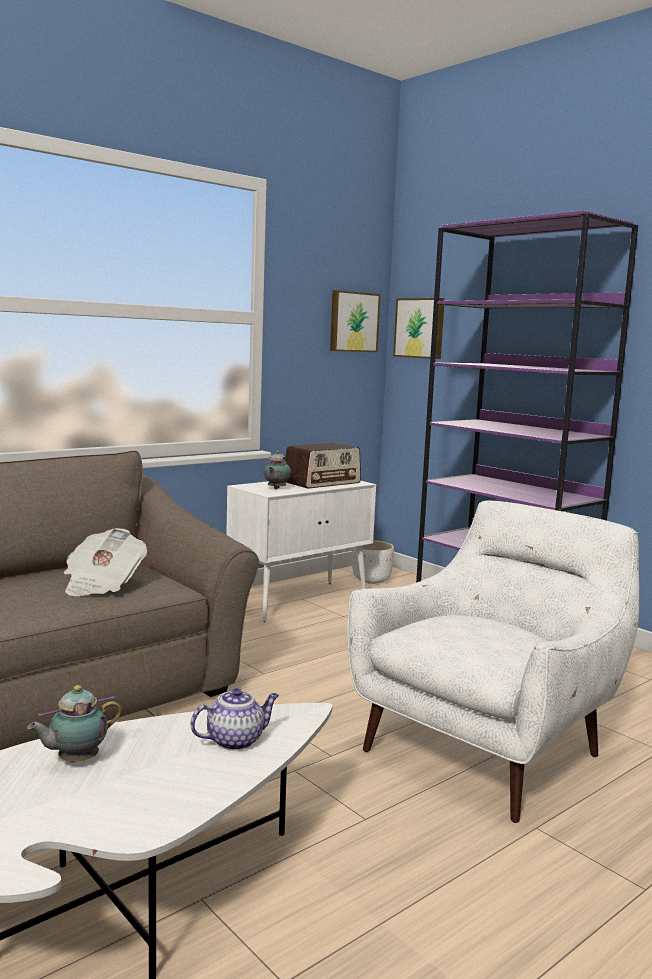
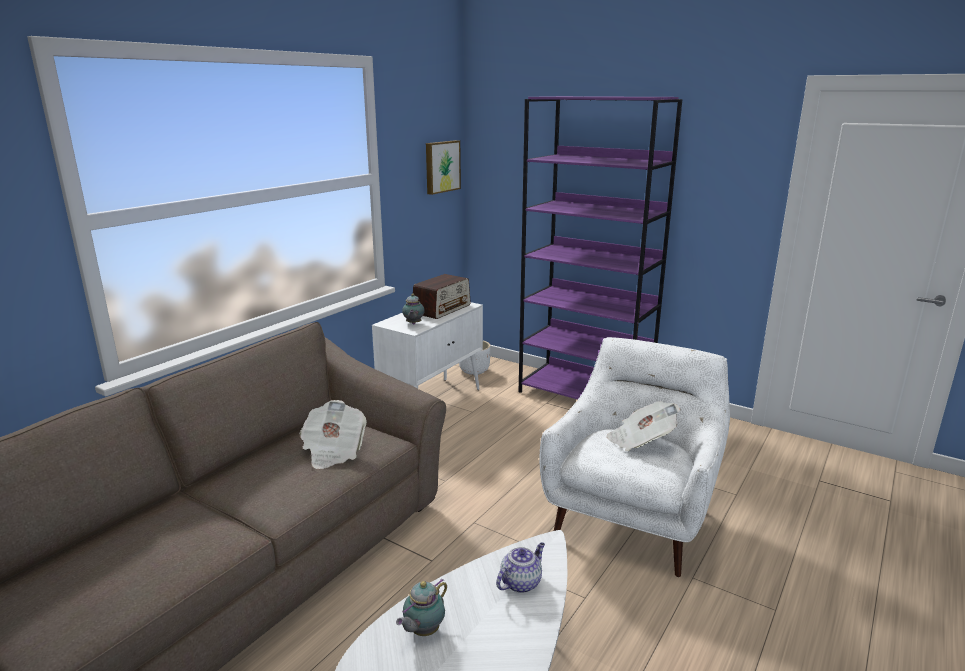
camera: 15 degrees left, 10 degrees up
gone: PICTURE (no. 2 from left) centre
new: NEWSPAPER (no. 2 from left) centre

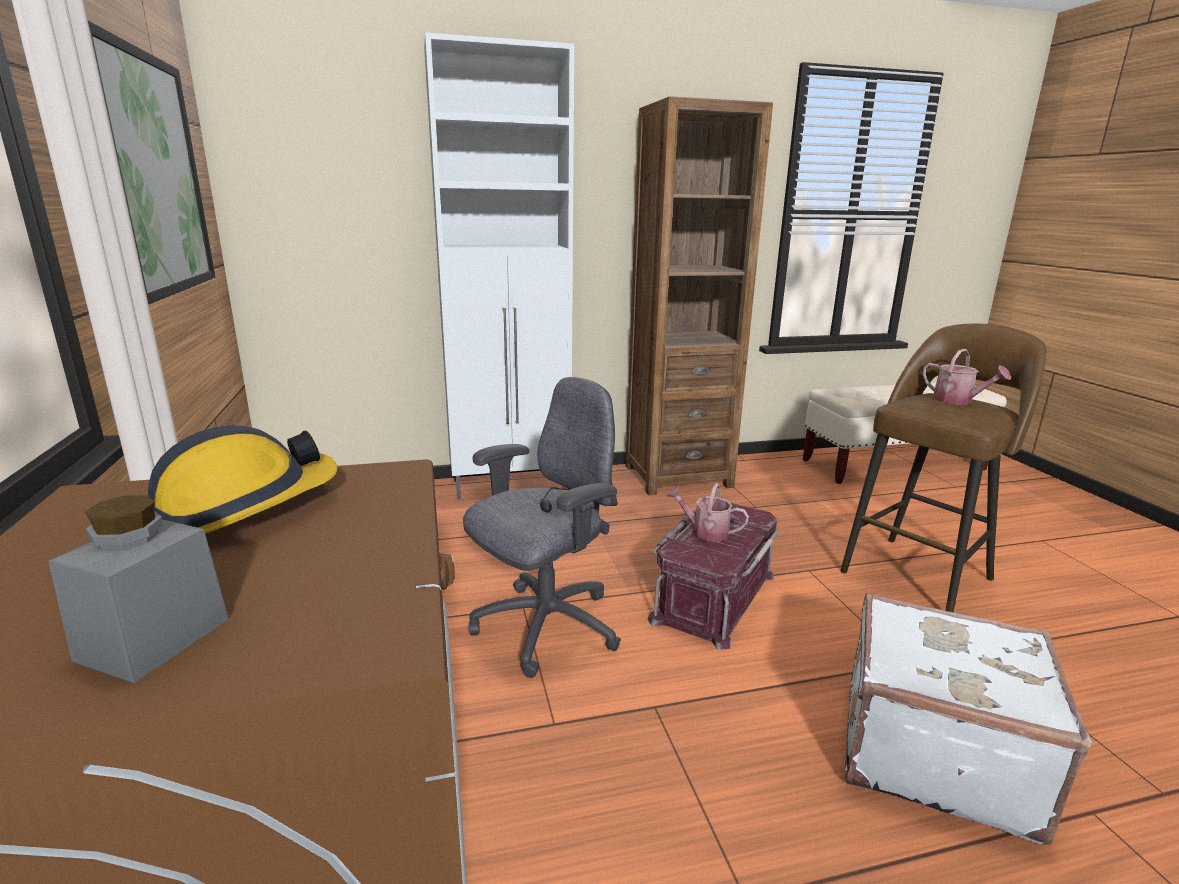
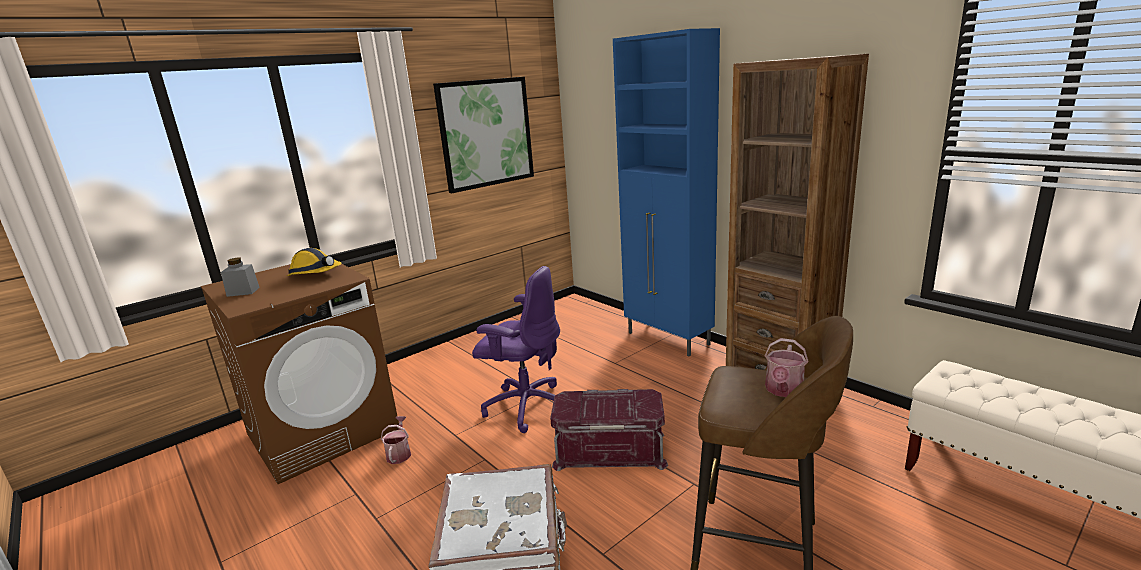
camera: 65 degrees right, 0 degrees up
shifted: WATERING CAN (no. 1 from left) centre to bottom centre
repainted: GREY OFFICE CHAIR centre to PURPLE OFFICE CHAIR centre; WHITE CABINET top centre to BLUE CABINET centre

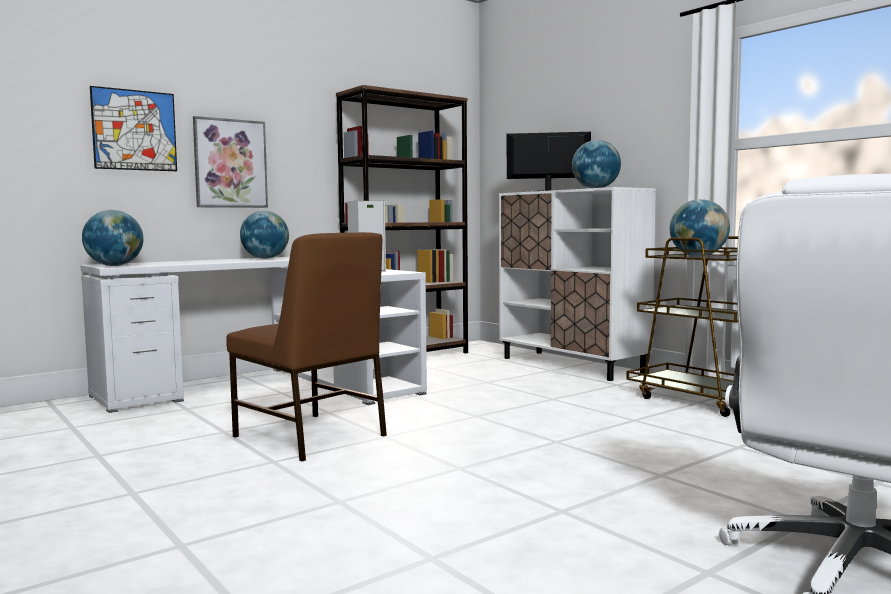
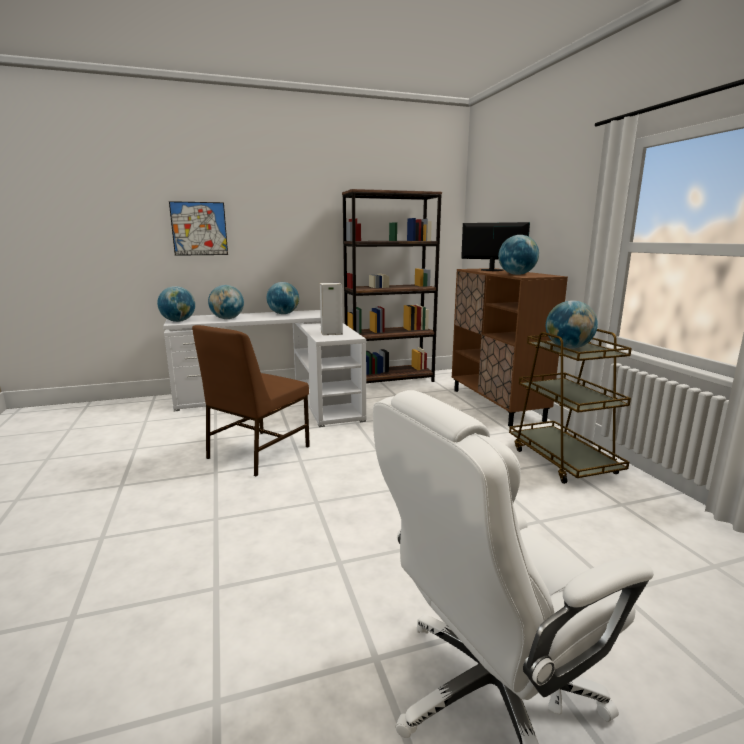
camera: 20 degrees right, 10 degrees up
gone: PICTURE (no. 2 from left) top left
new: GLOBE (no. 2 from left) middle left
repainted: WHITE CABINET centre to BROWN CABINET middle right
rotated: BROWN CHAIR centre = centre 60 degrees clockwise

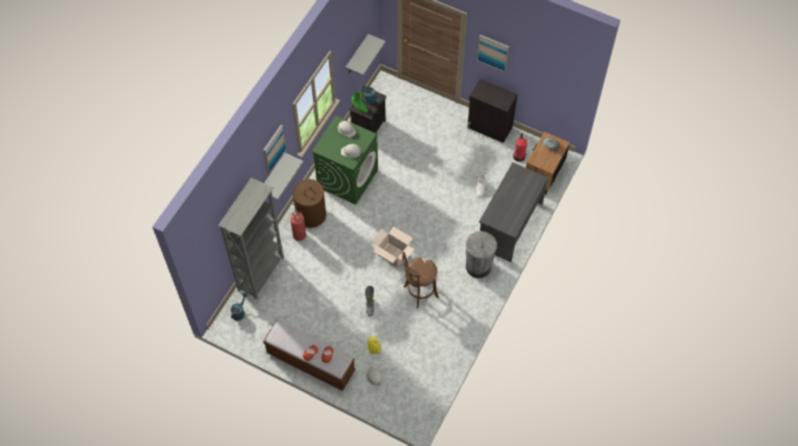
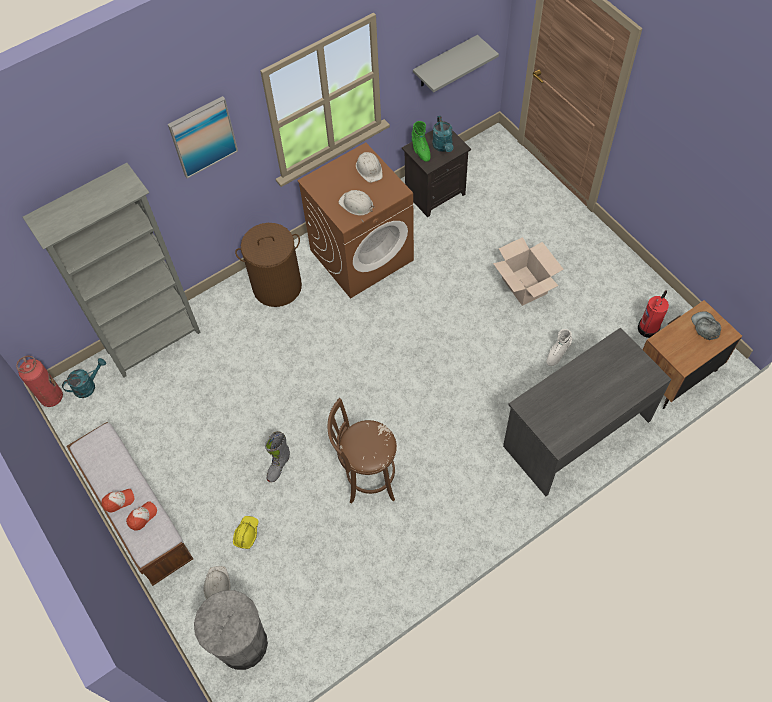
camera: 30 degrees right, 0 degrees up
gone: GREY SHELF (no. 1 from left) centre; BLACK CABINET top centre; PICTURE (no. 2 from left) top centre
shifted: FIRE EXTINGUISHER (no. 1 from left) centre to middle left; GREY TRASH CAN centre to bottom left; CARDBOARD BOX centre to middle right
repainted: GREEN WASHING MACHINE centre to BROWN WASHING MACHINE top centre

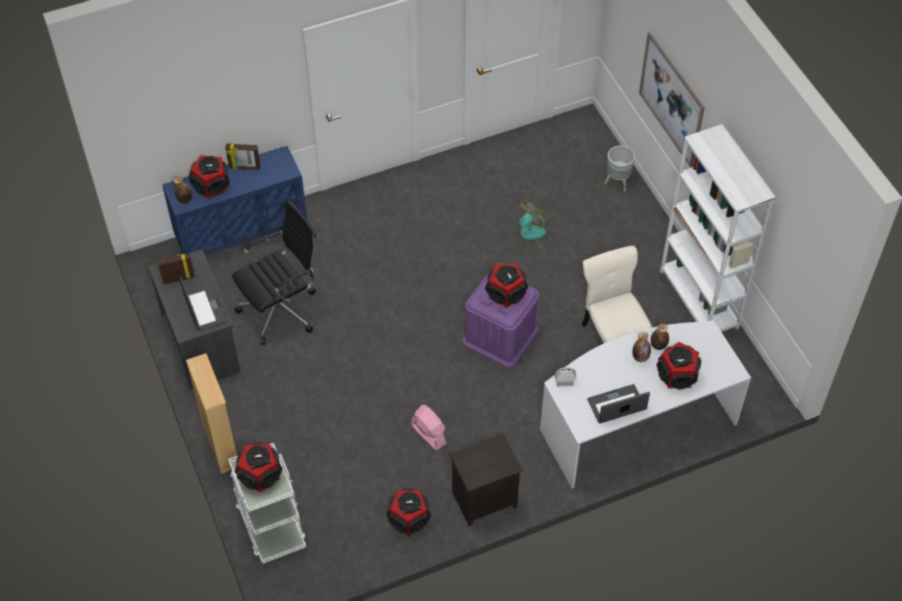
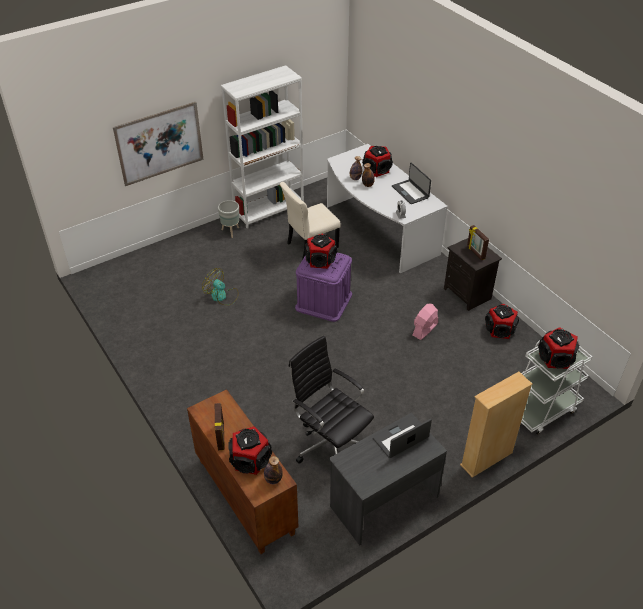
camera: 100 degrees left, 10 degrees down
shifted: GREY PLANTER top right to centre; PICTURE FRAME (no. 1 from left in the first image) middle left to PICTURE FRAME (no. 2 from left) middle right
repainted: BLUE CABINET top left to BROWN CABINET bottom centre

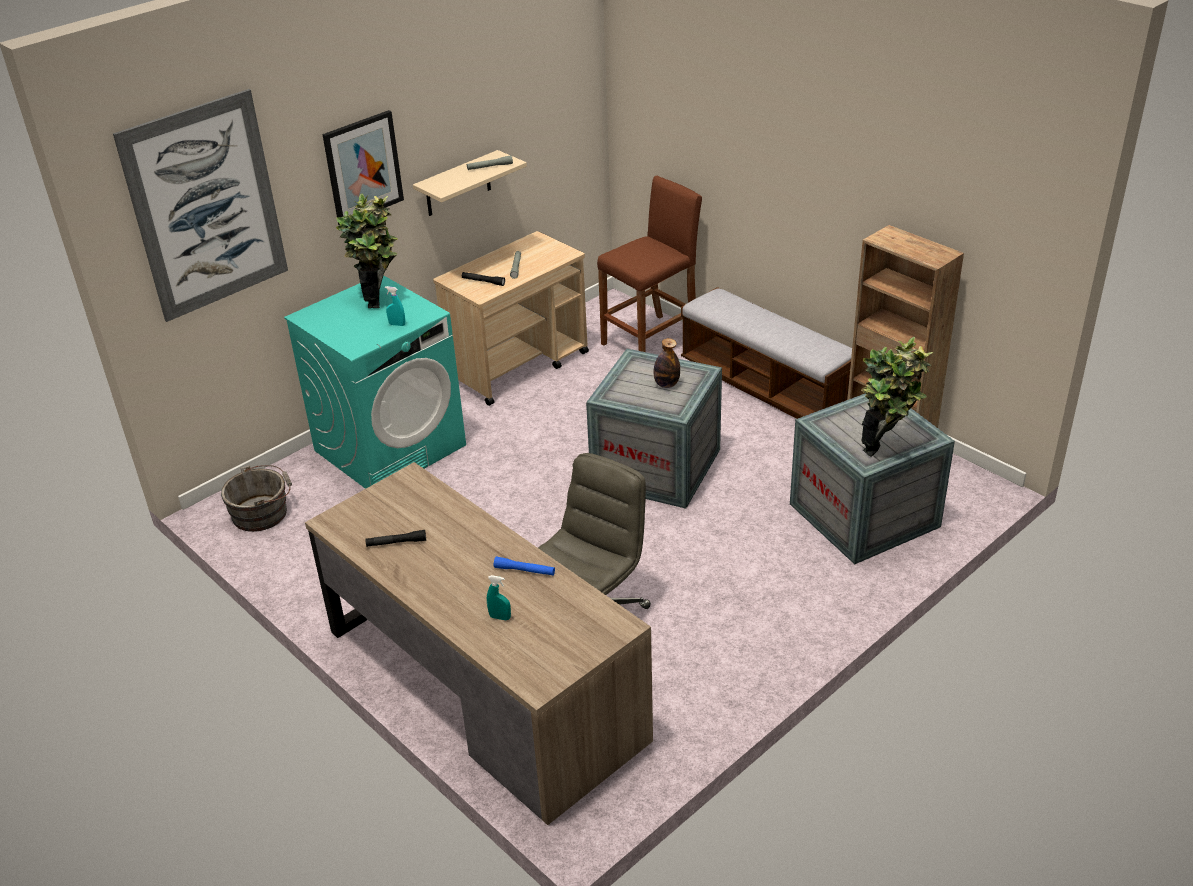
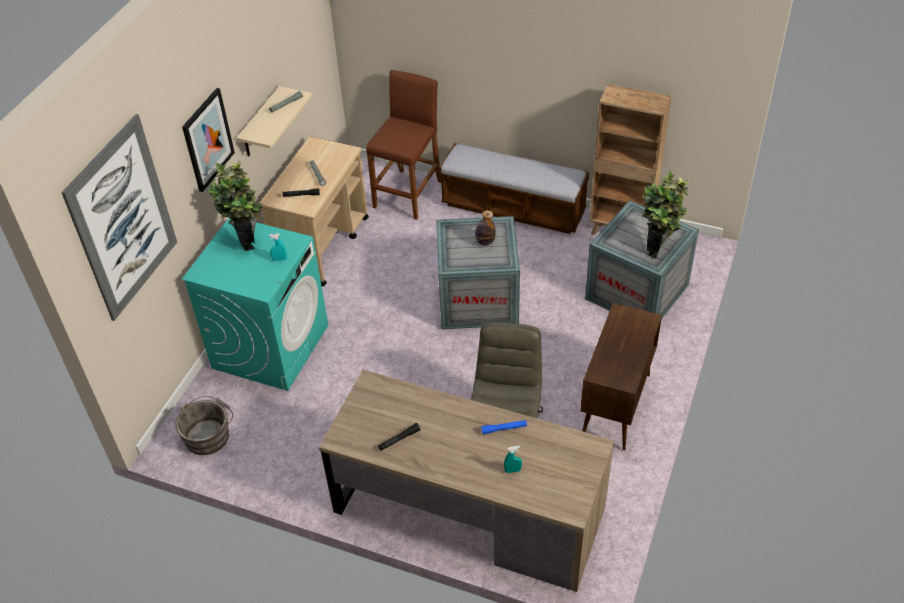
camera: 25 degrees left, 10 degrees up
new: BROWN CABINET middle right

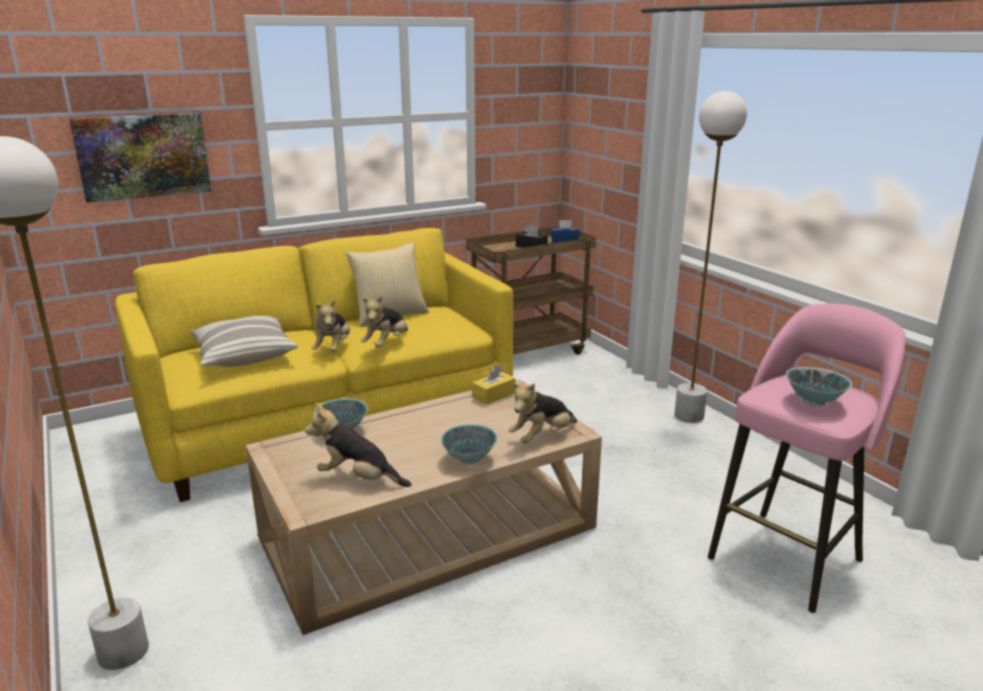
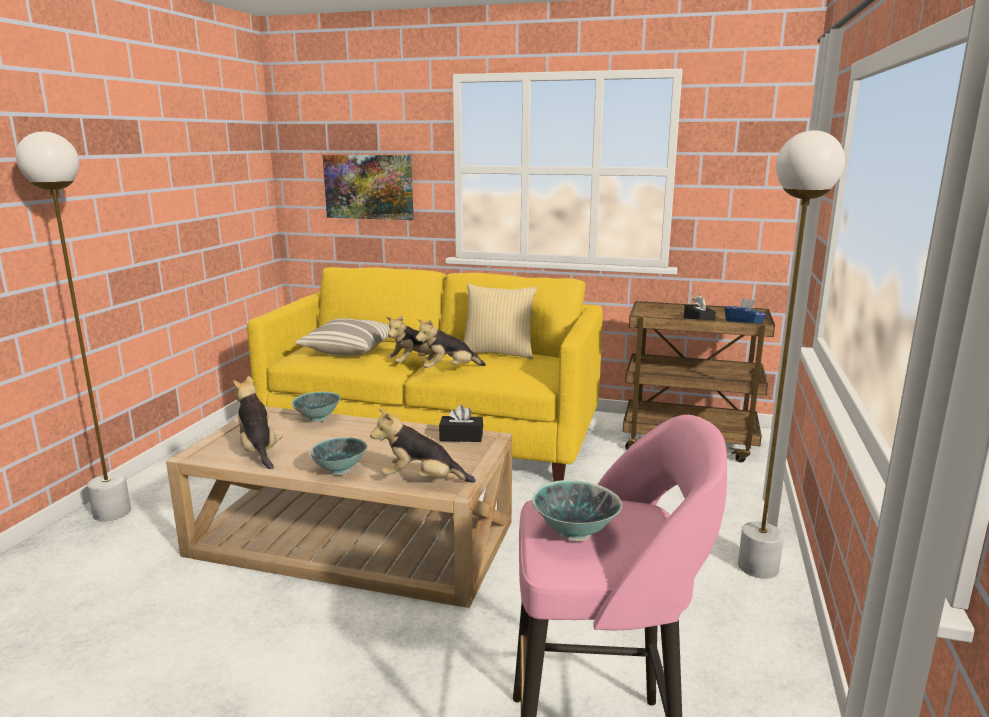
camera: 45 degrees right, 5 degrees down
repainted: YELLOW TISSUE BOX centre to BLACK TISSUE BOX (no. 1 from left) centre

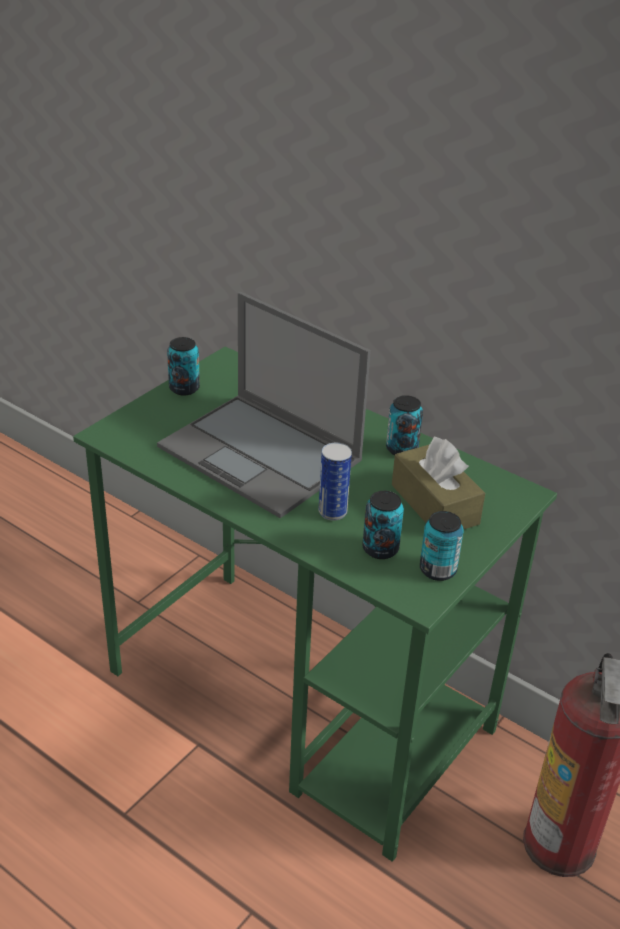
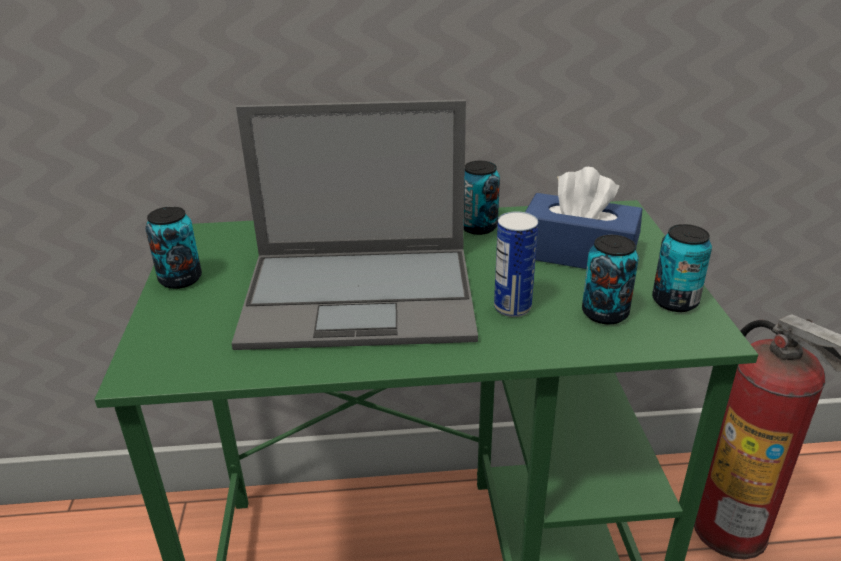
camera: 40 degrees left, 5 degrees down
repainted: BROWN TISSUE BOX middle right to BLUE TISSUE BOX middle right

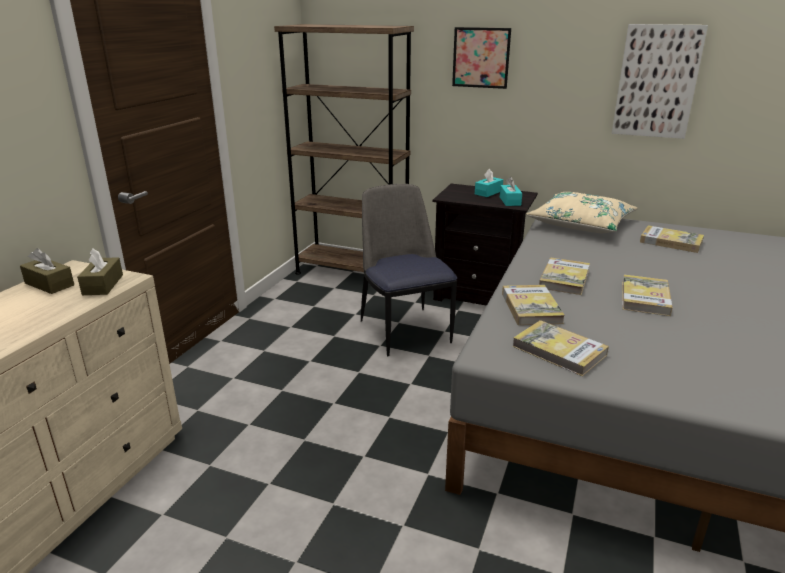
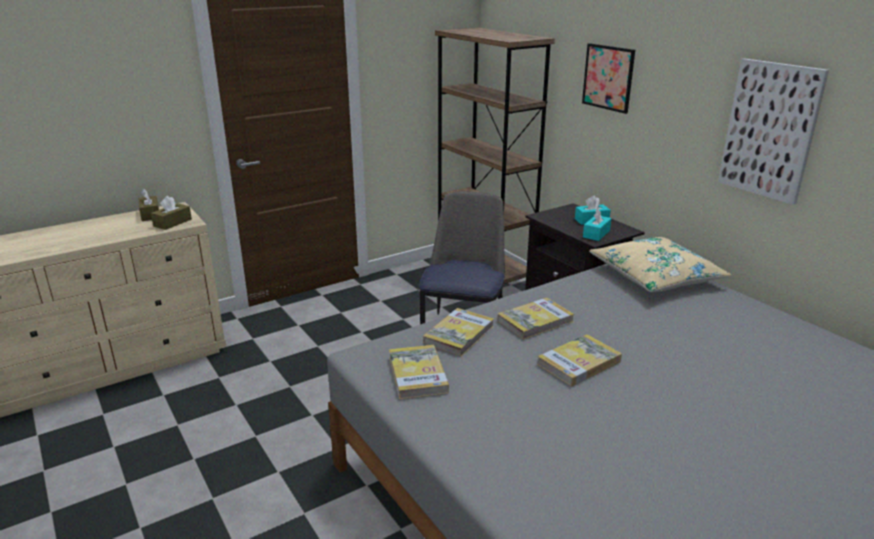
camera: 35 degrees right, 0 degrees up
gone: BOOK (no. 5 from left) middle right

